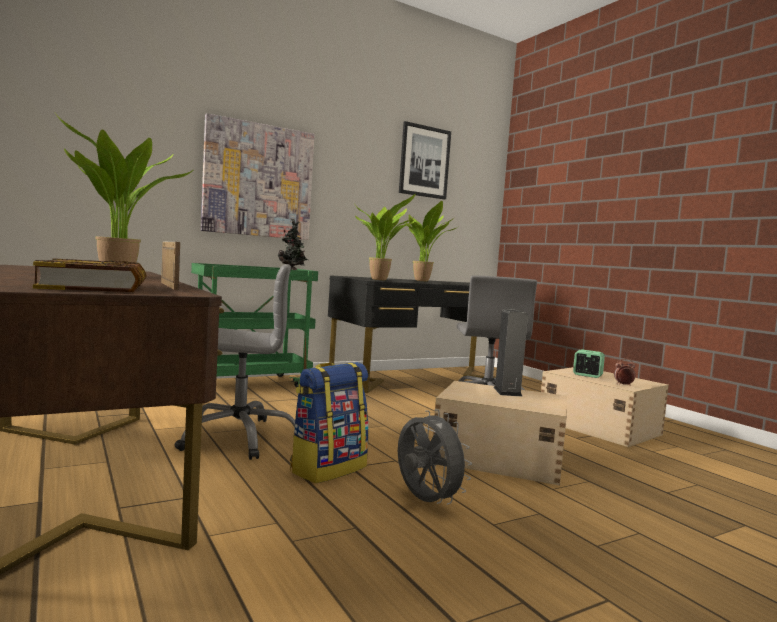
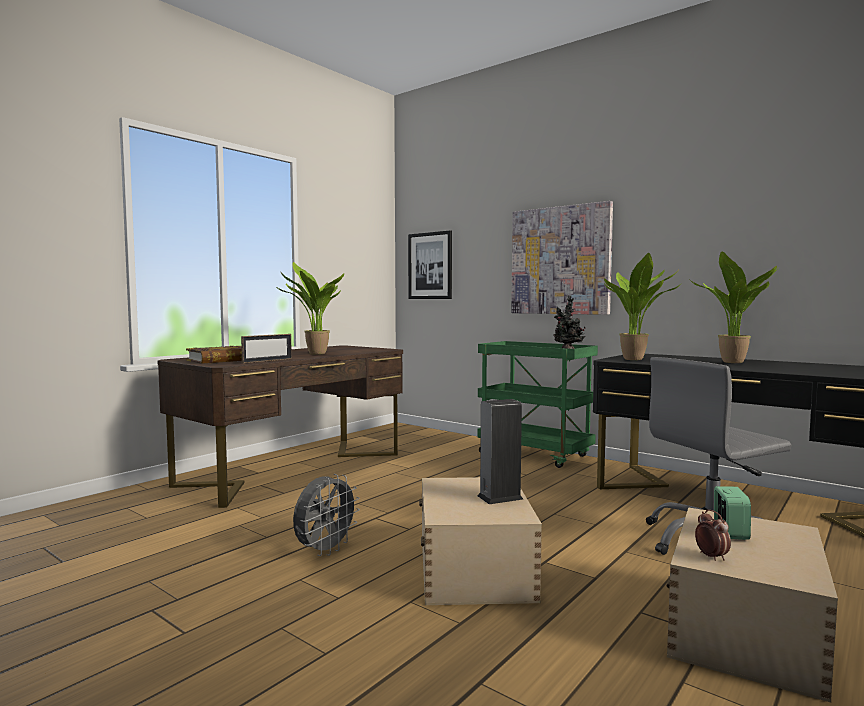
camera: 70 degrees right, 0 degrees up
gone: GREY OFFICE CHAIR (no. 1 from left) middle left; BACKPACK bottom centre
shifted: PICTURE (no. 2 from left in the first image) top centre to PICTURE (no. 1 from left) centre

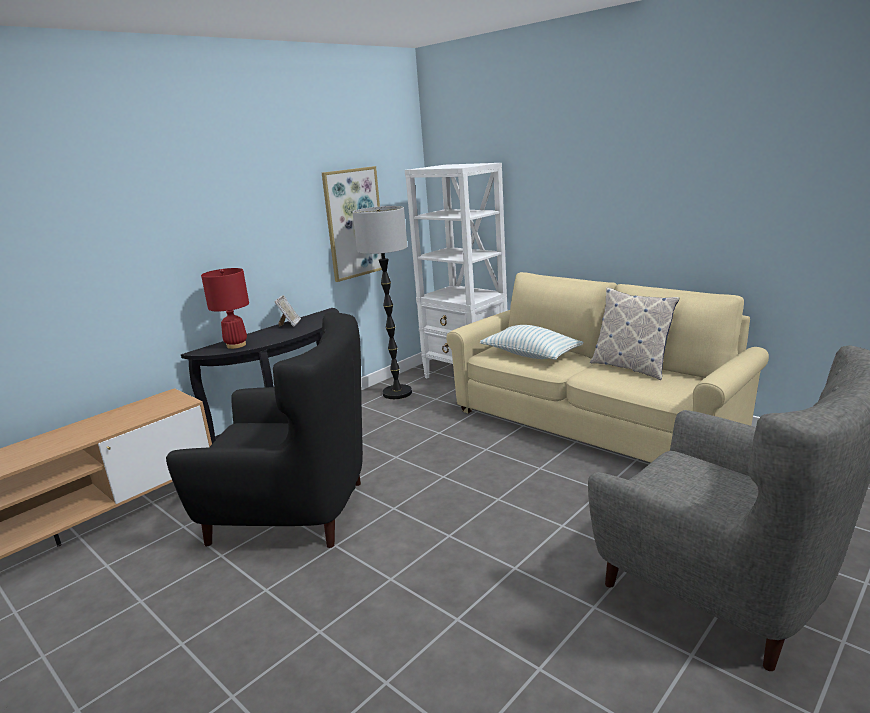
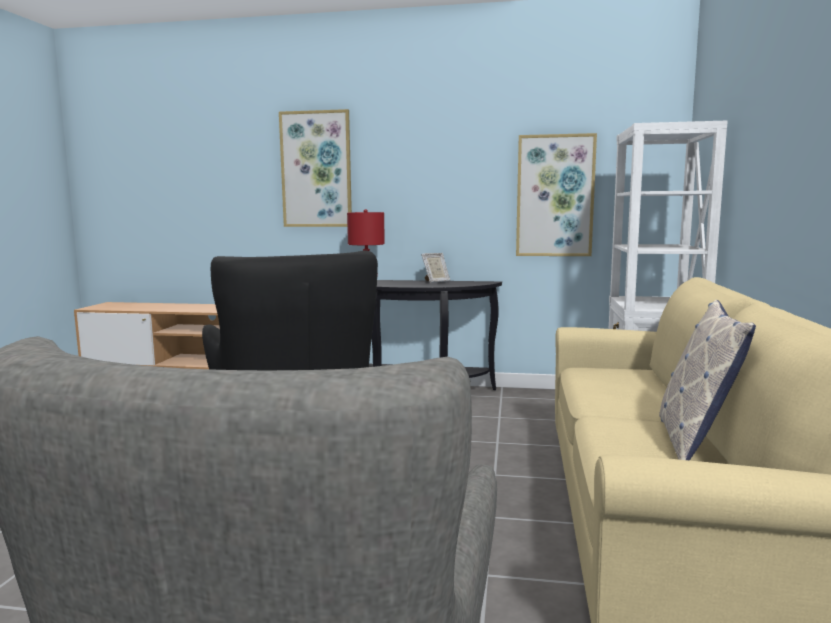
camera: 55 degrees right, 10 degrees down
gone: FLOOR LAMP centre; PILLOW (no. 1 from left) centre
new: PICTURE (no. 1 from left) top centre

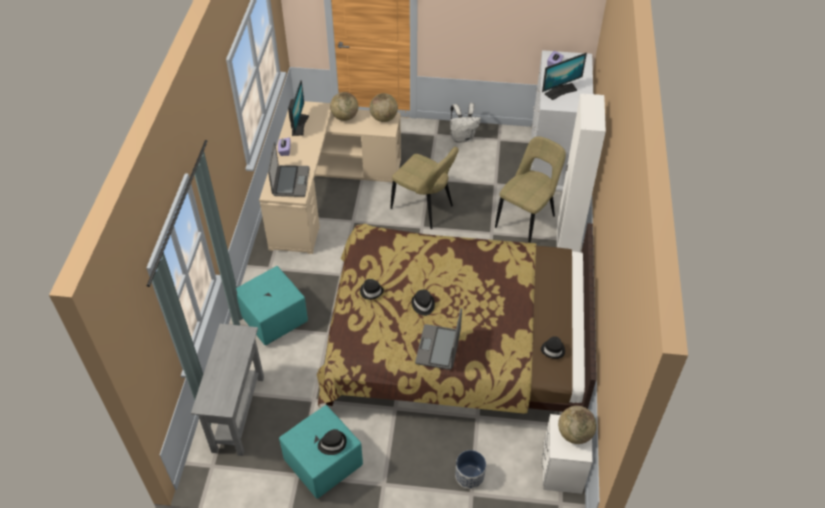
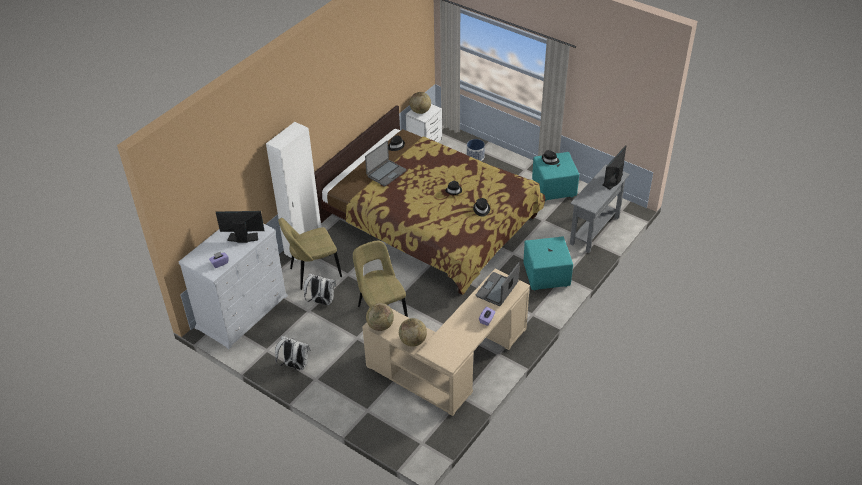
camera: 150 degrees left, 5 degrees down
new: WHITE BACKPACK (no. 2 from left) centre
shifted: LAPTOP (no. 2 from left in the first image) bottom centre to LAPTOP (no. 1 from left) centre; MONITOR (no. 1 from left in the first image) top centre to MONITOR (no. 2 from left) middle right

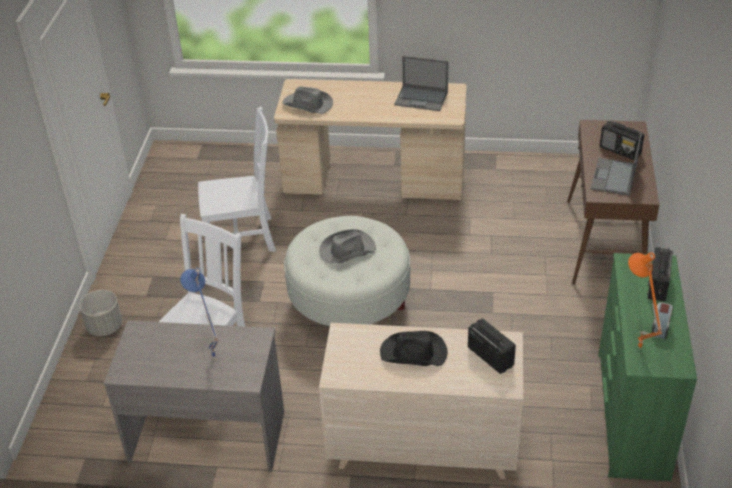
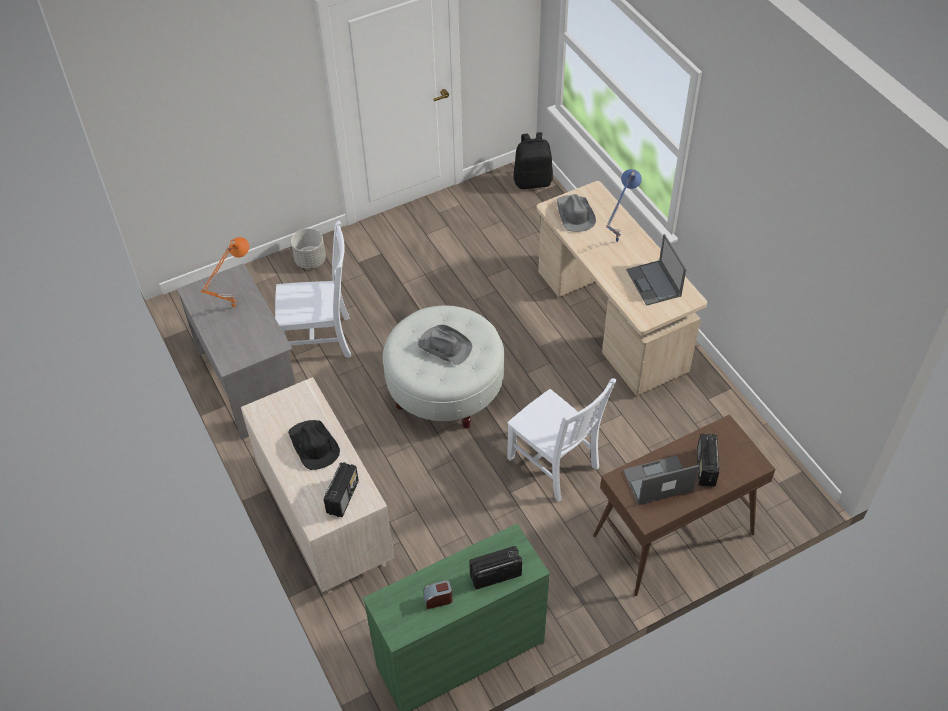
camera: 55 degrees right, 10 degrees up
new: BLACK BACKPACK top centre
shifted: ORANGE TABLE LAMP middle right to middle left; WHITE CHAIR (no. 2 from left) middle left to centre; BLUE TABLE LAMP middle left to top centre

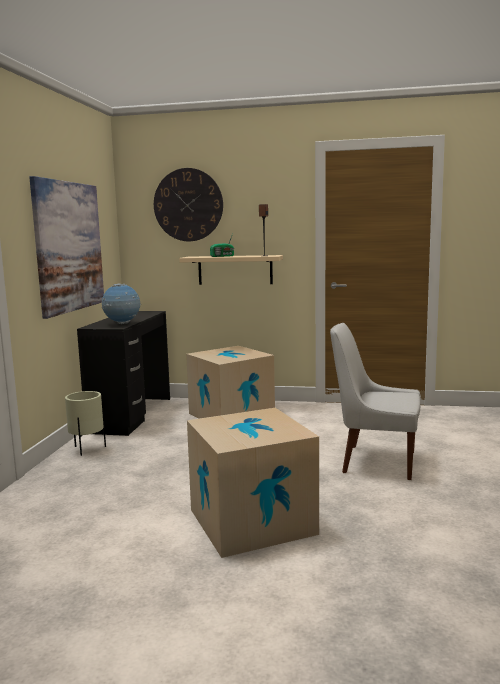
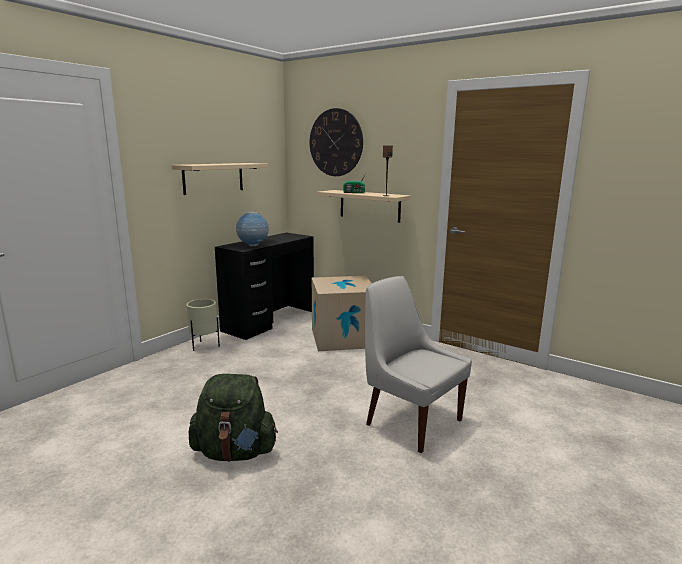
camera: 25 degrees right, 5 degrees up
swapped: PICTURE middle left to BEIGE SHELF (no. 1 from left) top left; CARDBOARD BOX (no. 2 from left) bottom centre to GREEN BACKPACK bottom centre

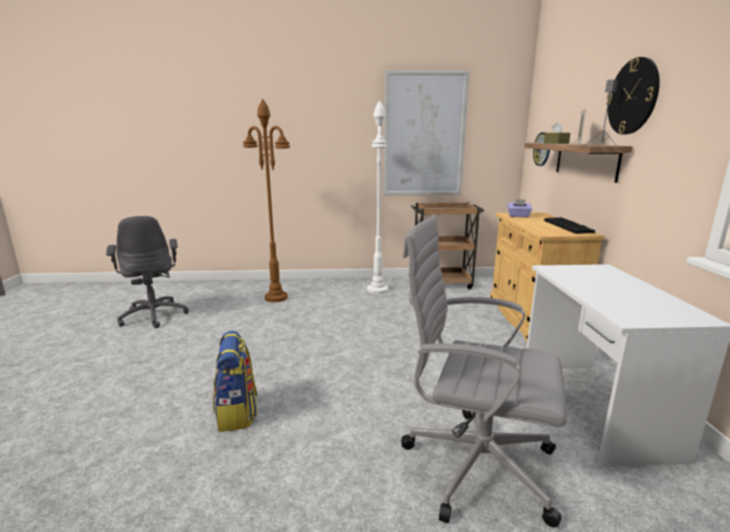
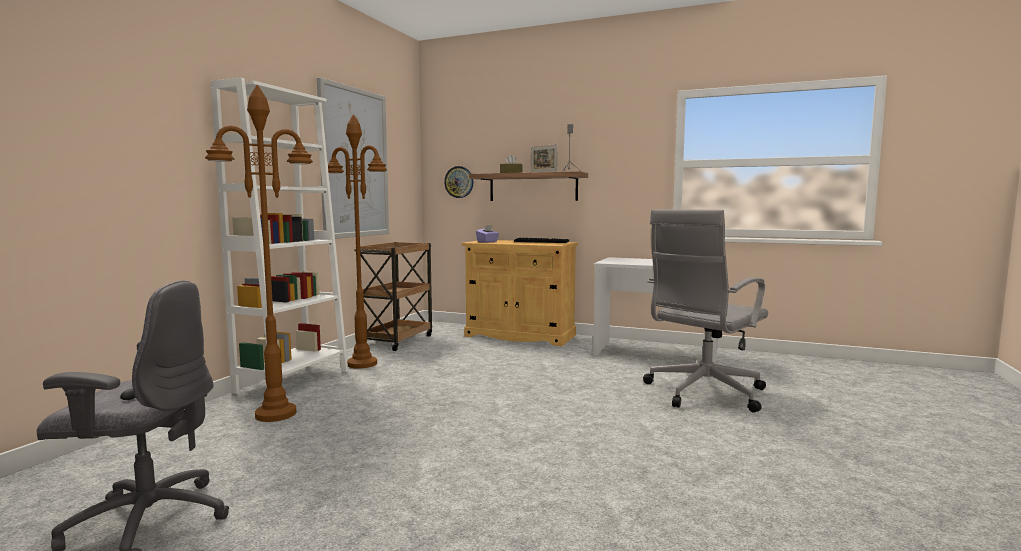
camera: 65 degrees left, 10 degrees down
gone: BACKPACK bottom left; WALL CLOCK (no. 2 from left) top right
new: WHITE BOOKCASE middle left
repainted: WHITE FLOOR LAMP centre to BROWN FLOOR LAMP (no. 2 from left) centre

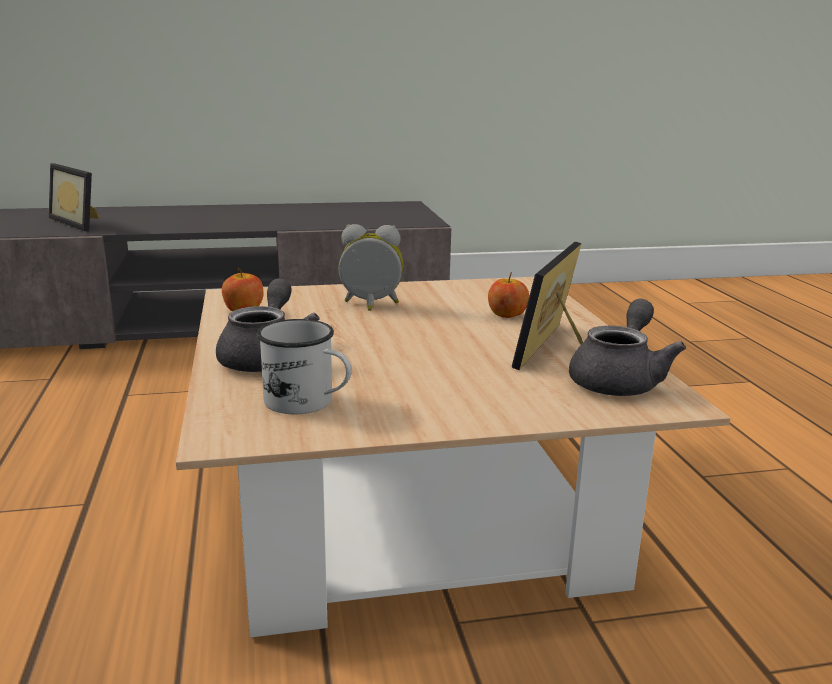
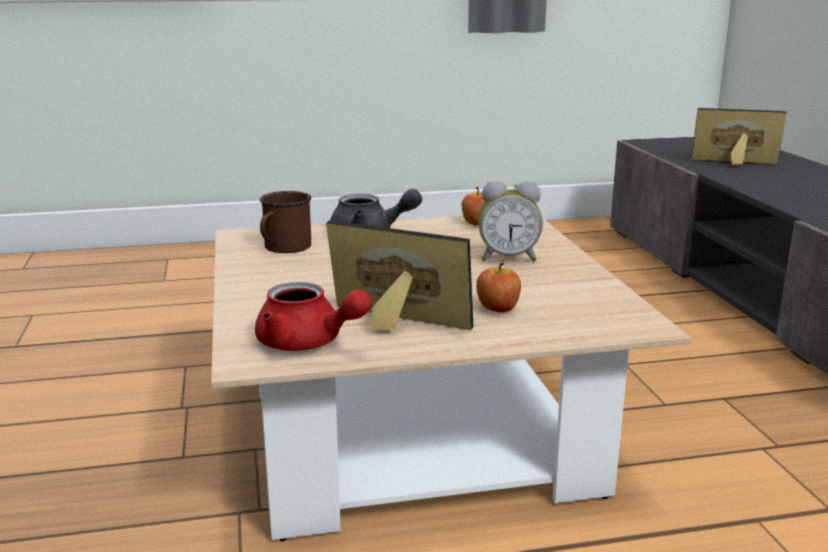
camera: 90 degrees right, 0 degrees up
repainted: GREY TEAPOT (no. 2 from left) middle right to RED TEAPOT centre; WHITE MUG centre to BROWN MUG centre
rotated: ALARM CLOCK centre = centre 90 degrees clockwise; PICTURE FRAME (no. 1 from left in the first image) top left = top right 60 degrees clockwise

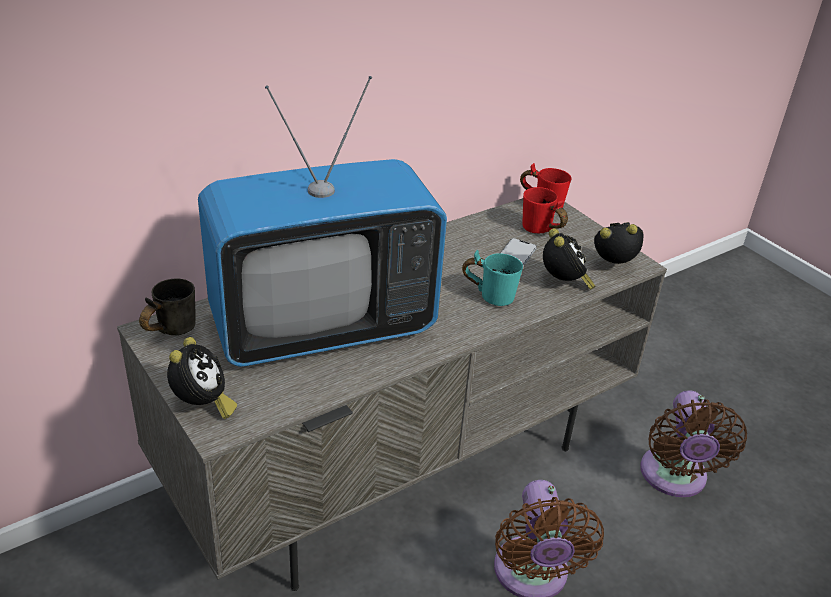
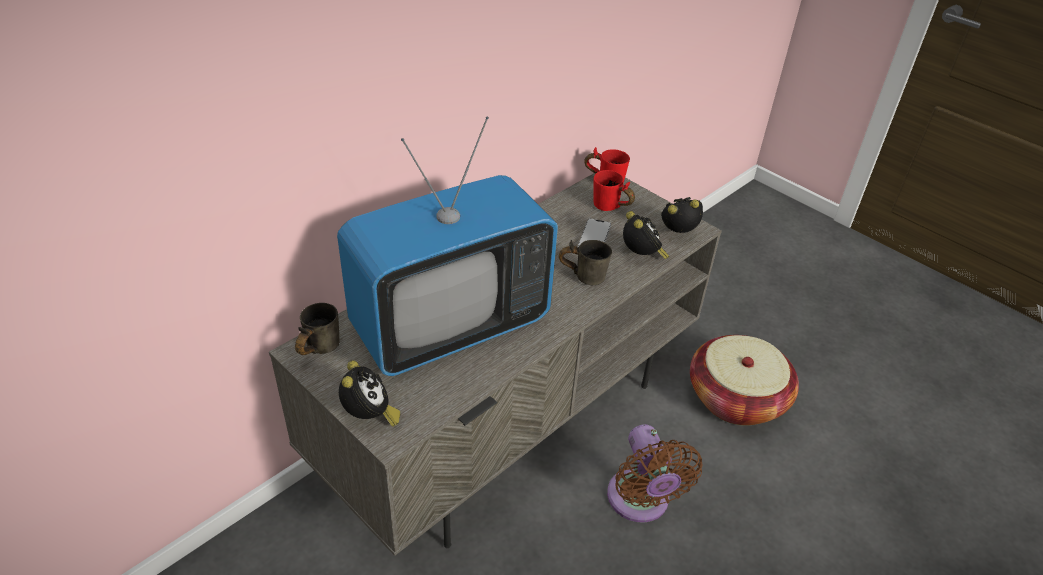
camera: 10 degrees left, 5 degrees up
swapped: BROWN FAN (no. 2 from left) bottom right to BASKET middle right
repainted: TURQUOISE MUG centre to GREY MUG (no. 2 from left) centre

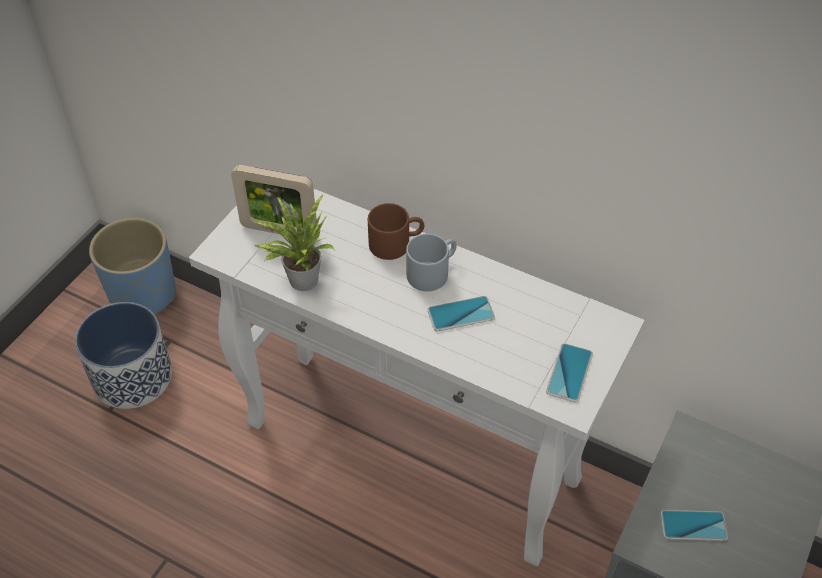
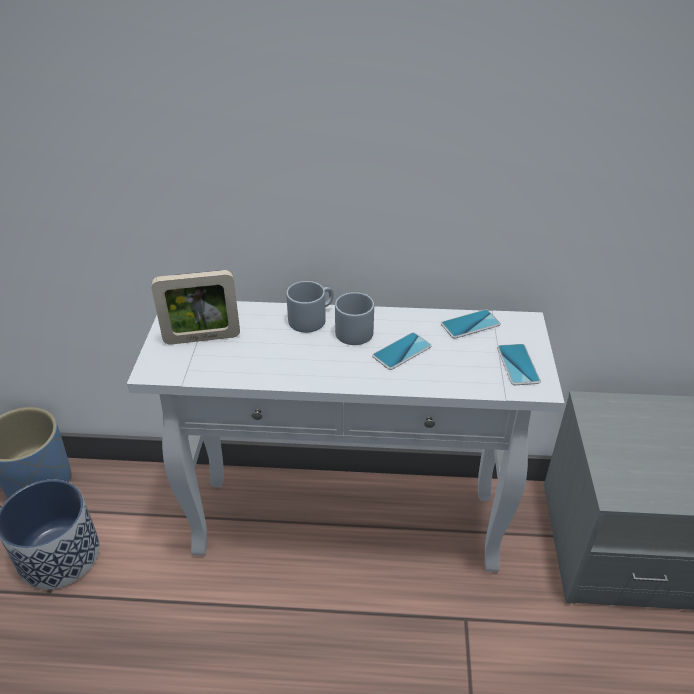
camera: 25 degrees left, 10 degrees down
gone: POTTED PLANT centre
shifted: PHONE (no. 3 from left in the first image) bottom right to PHONE (no. 2 from left) middle right
repainted: BROWN MUG centre to GREY MUG (no. 1 from left) centre

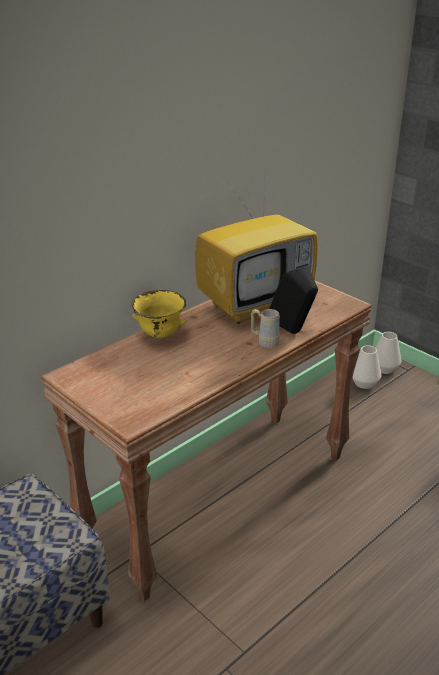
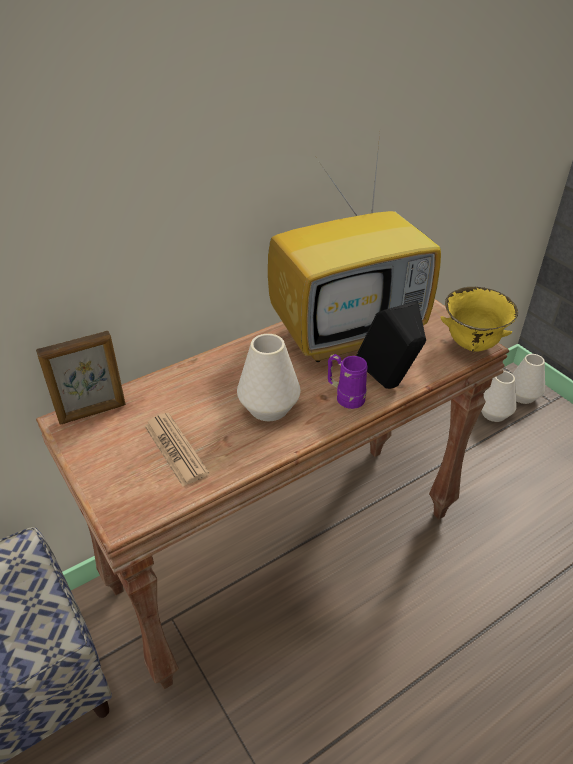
camera: 10 degrees right, 10 degrees up
new: PICTURE FRAME middle left; NEWSPAPER middle left; WHITE VASE (no. 1 from left) centre
shifted: YELLOW BOWL centre to middle right
repainted: BEIGE MUG centre to PURPLE MUG centre

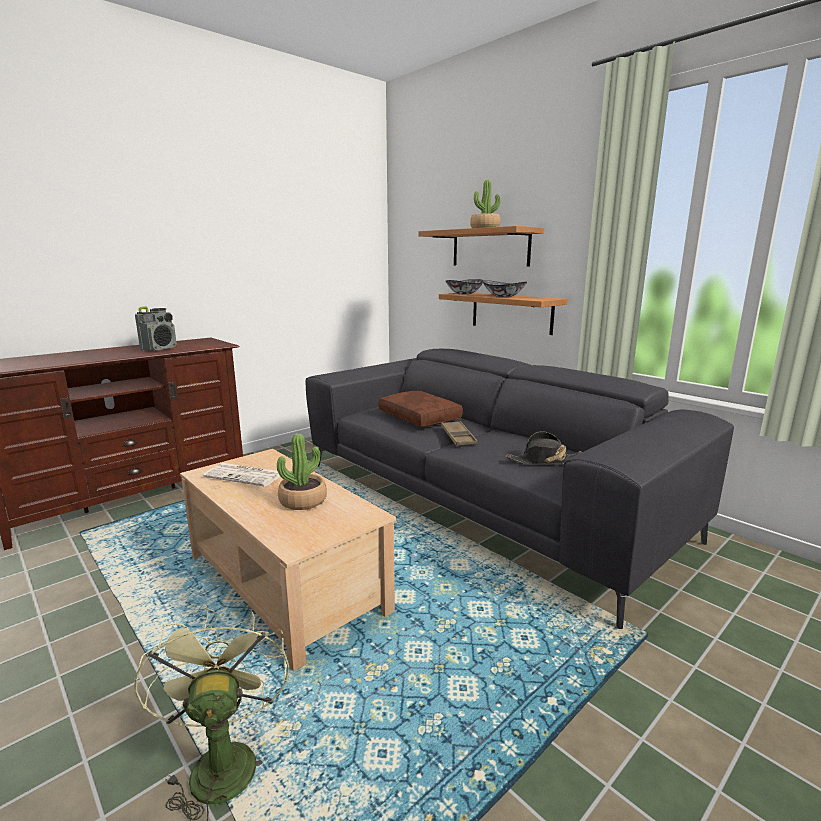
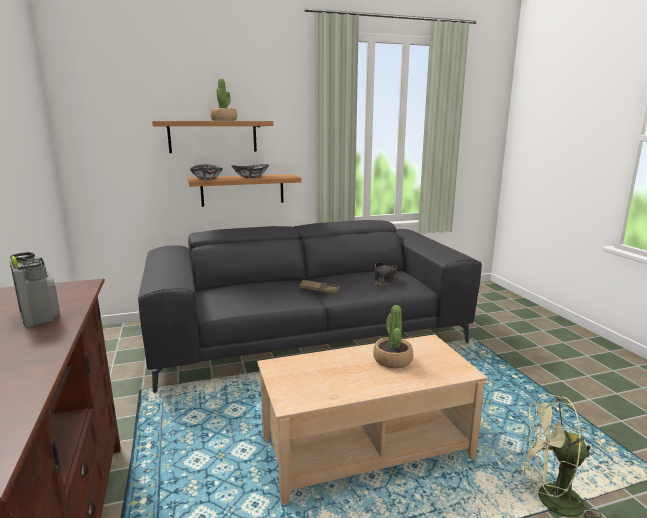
camera: 65 degrees left, 0 degrees up
gone: NEWSPAPER middle left; BROWN PILLOW centre

